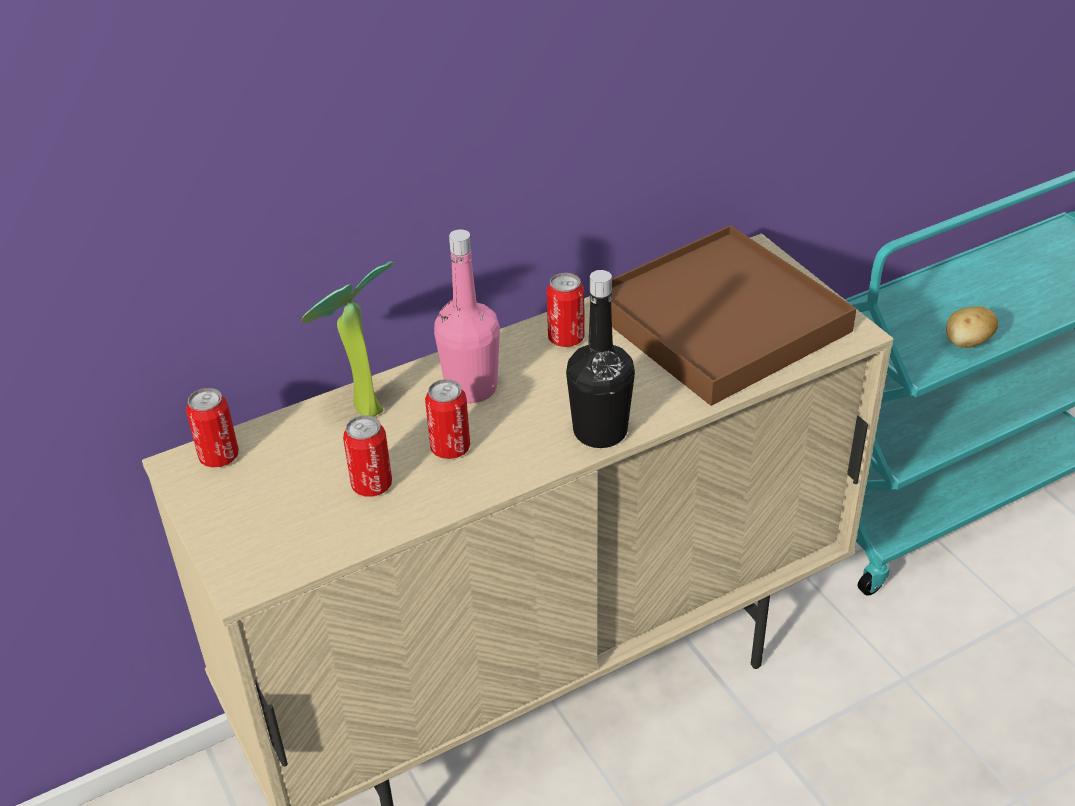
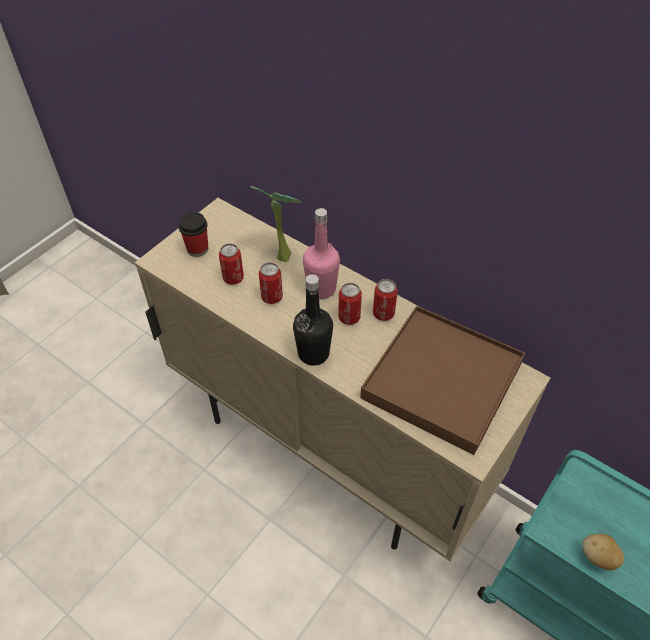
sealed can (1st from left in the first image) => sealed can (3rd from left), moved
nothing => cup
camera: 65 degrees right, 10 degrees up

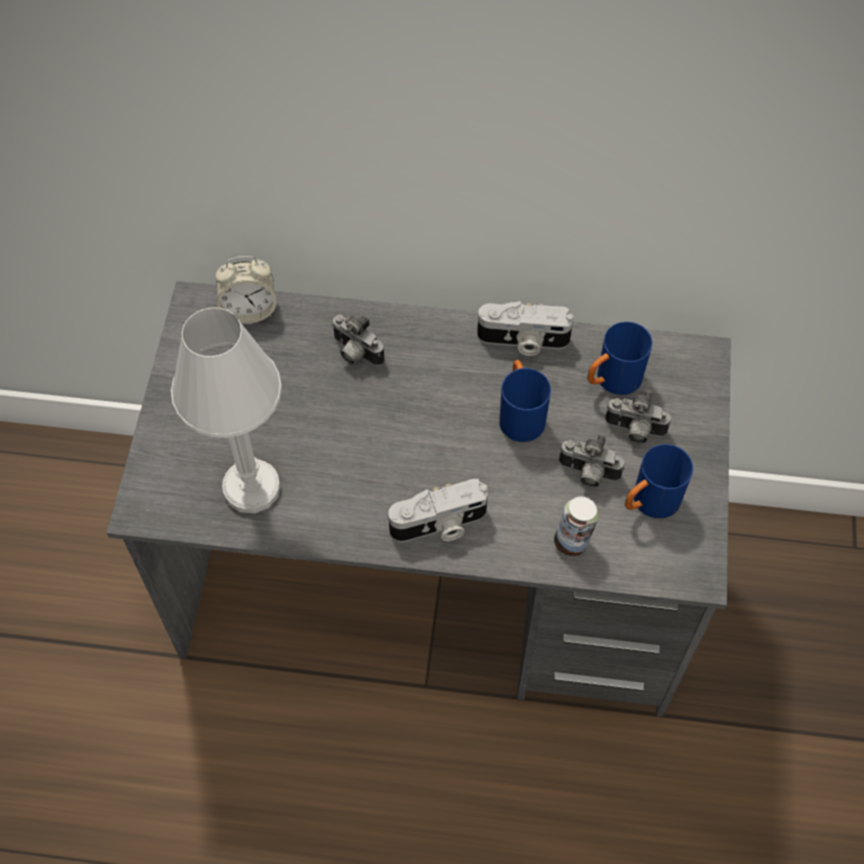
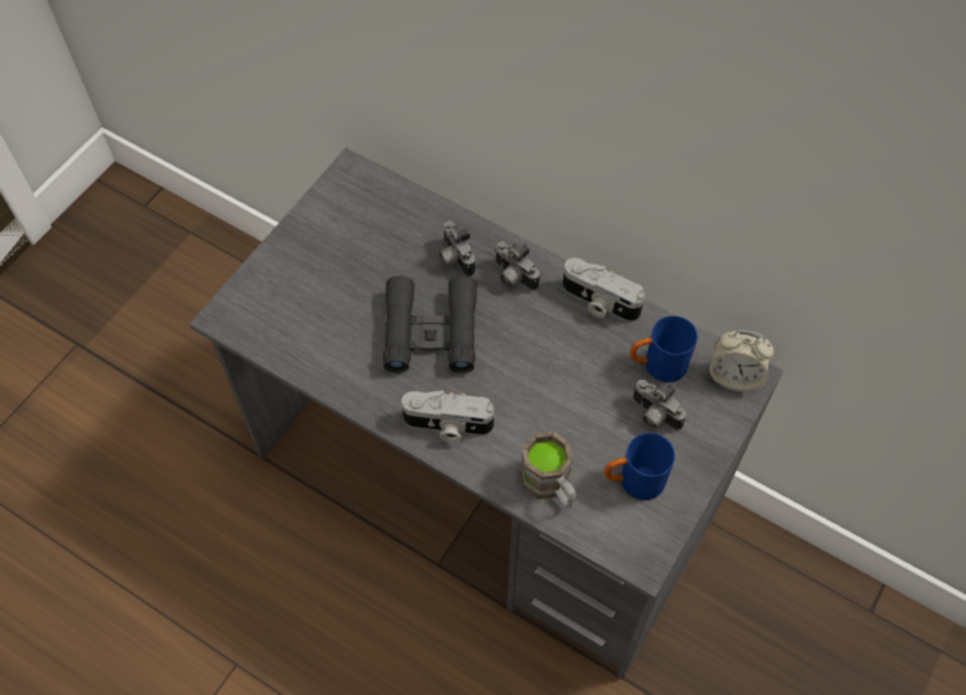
lamp for a table (whitish) => nothing
alarm clock, moved
coffee mug (blue-coloured) (1st from left) => nothing
sealed can => coffee mug (brown-coloured)
still camera (4th from left in the first image) => still camera (3rd from left), moved
nothing => binoculars (blackish)
camera: 25 degrees right, 0 degrees up

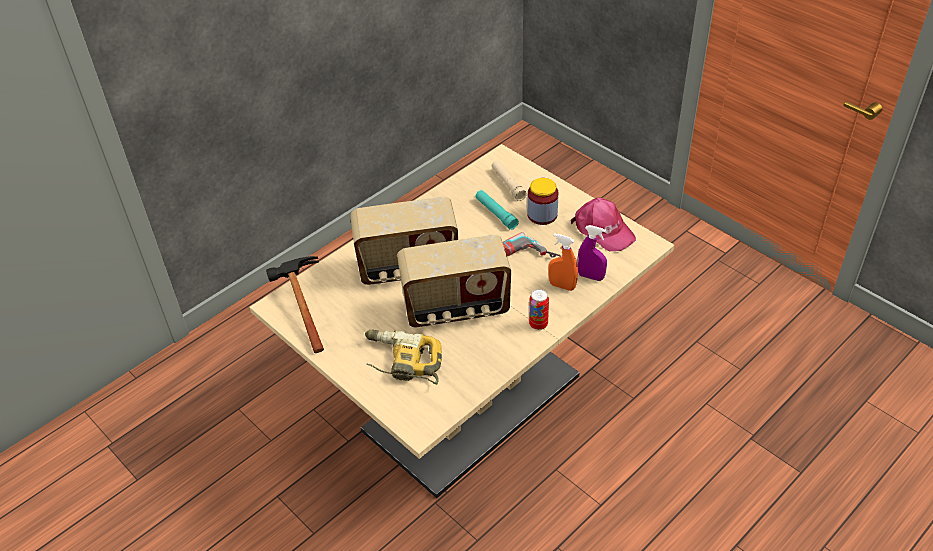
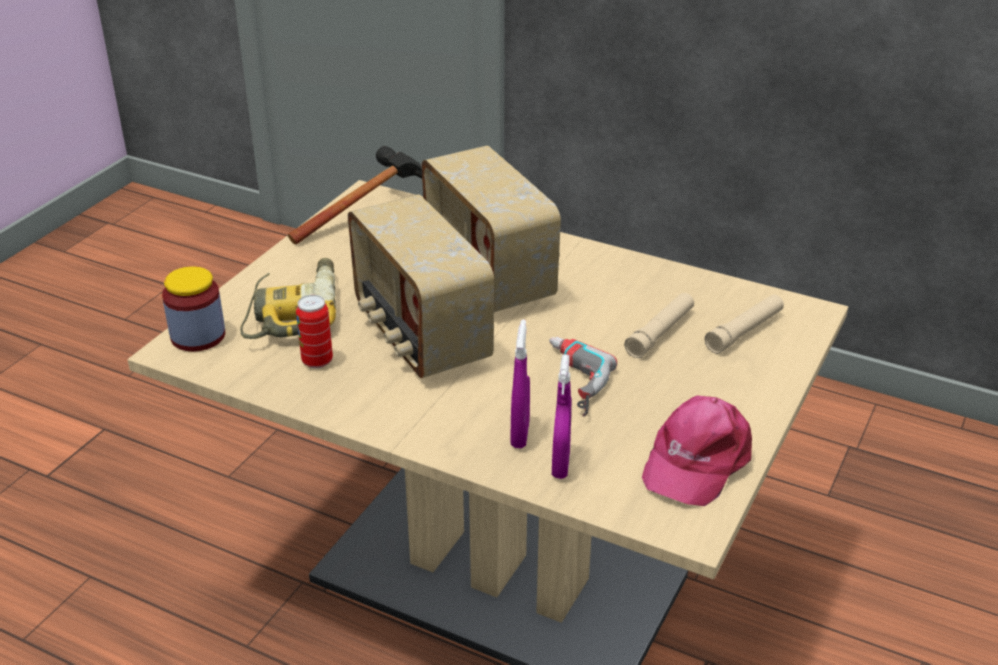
hand torch (turquoise) => hand torch (sand-coloured) (1st from left)
preserve jar, moved
sealed can, moved
spray bottle (orangey) => spray bottle (purplish) (1st from left)
camera: 70 degrees right, 10 degrees down

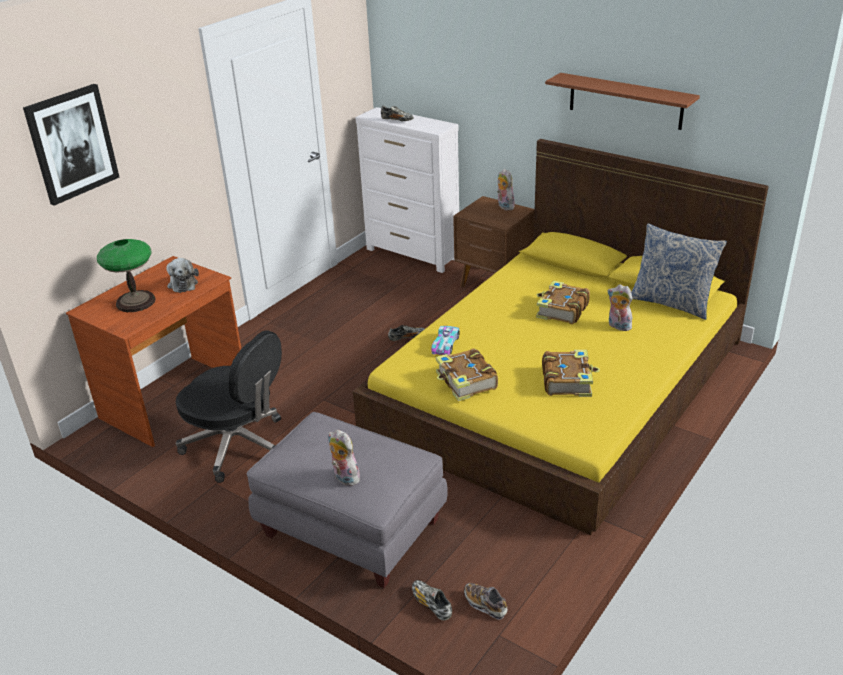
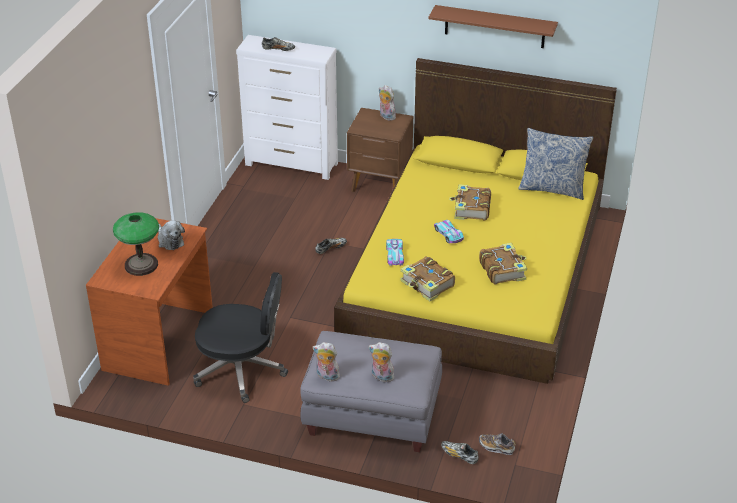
picture => nothing
plush toy (4th from left in the first image) => plush toy (2nd from left), moved
nothing => toy car (2nd from left)
camera: 20 degrees left, 5 degrees up

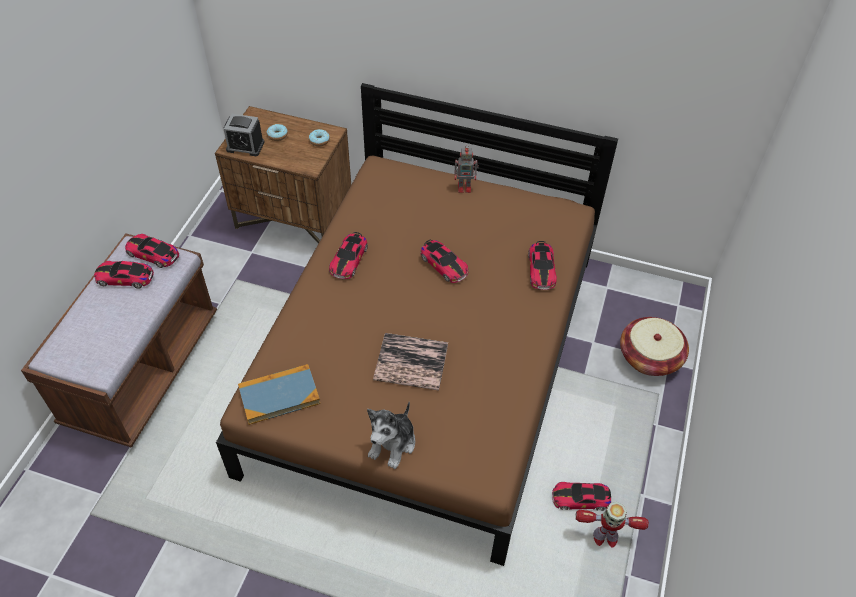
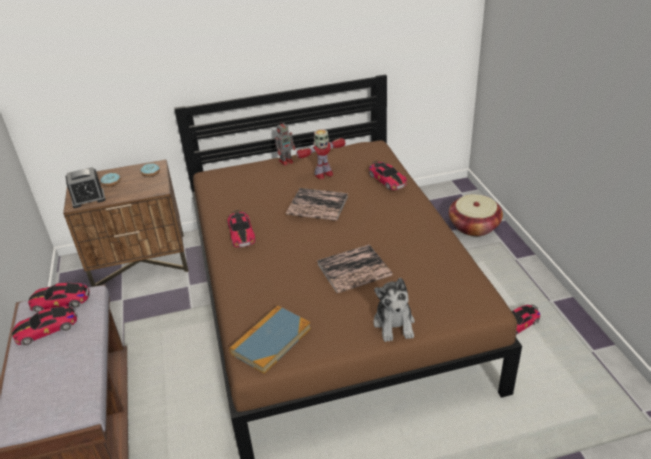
toy car (4th from left) => volume (2nd from left)
toy robot (2nd from left), moved
camera: 30 degrees left, 15 degrees down

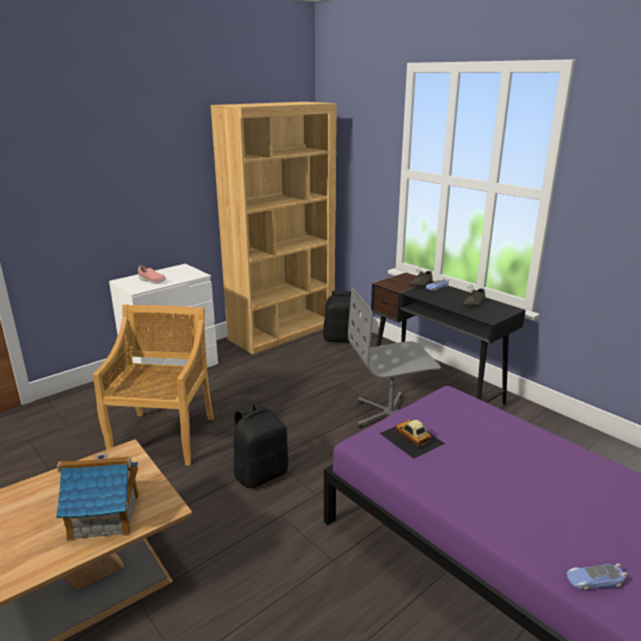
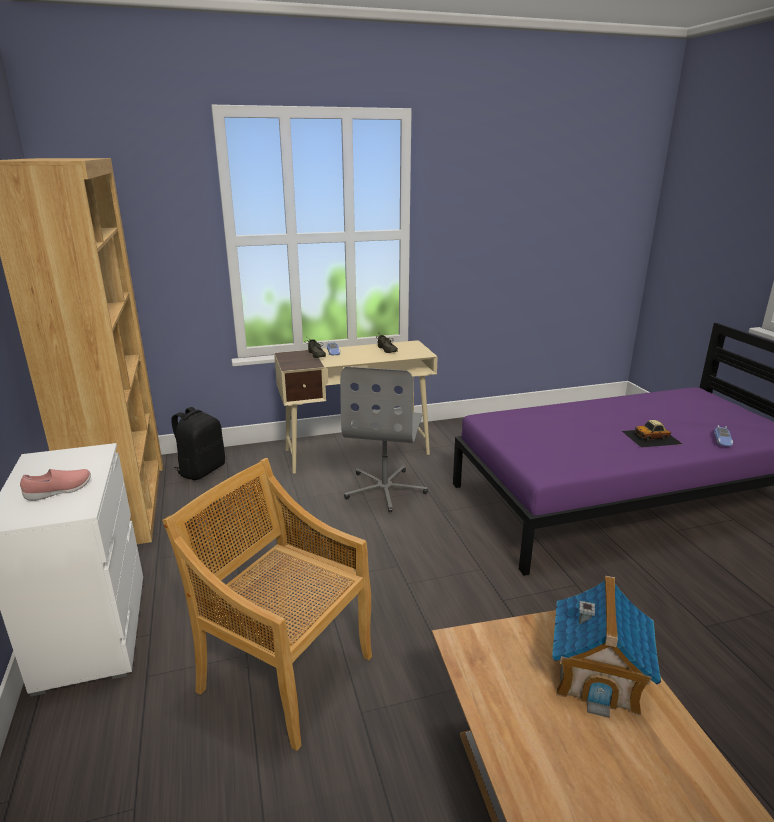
backpack (blackish) (1st from left) => nothing
desk unit (blackish) => desk unit (sand-coloured)
toy car (1st from left in the first image) => toy car (2nd from left), moved
camera: 65 degrees left, 0 degrees up

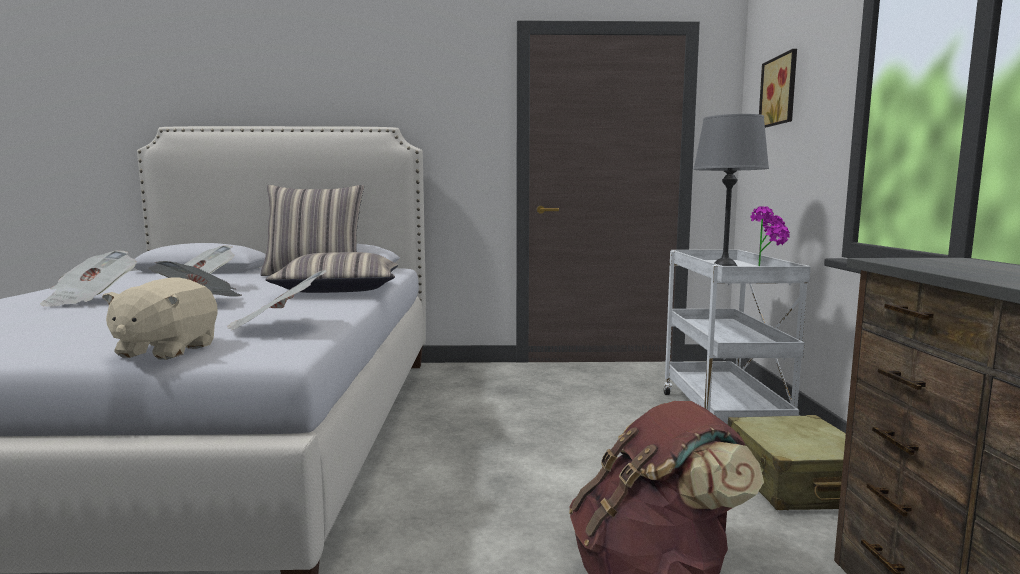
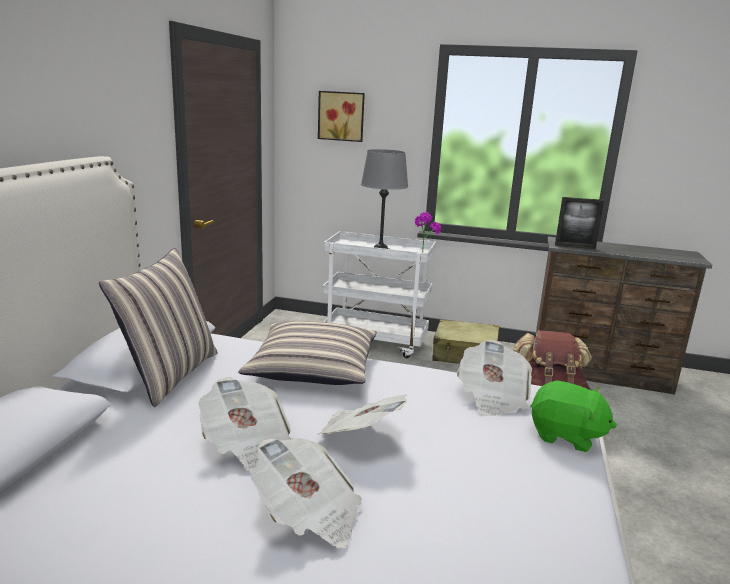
plush toy (sand-coloured) => plush toy (greenish)
nothing => standing frame
camera: 75 degrees left, 10 degrees up

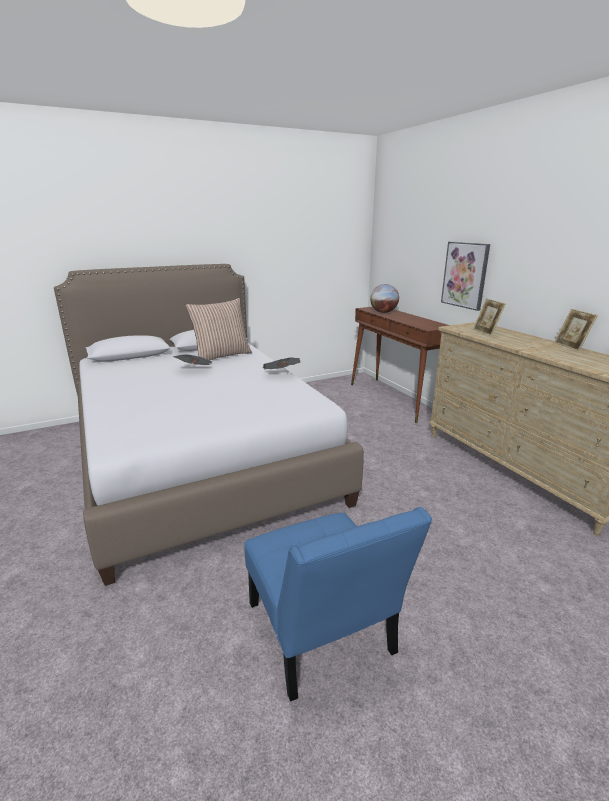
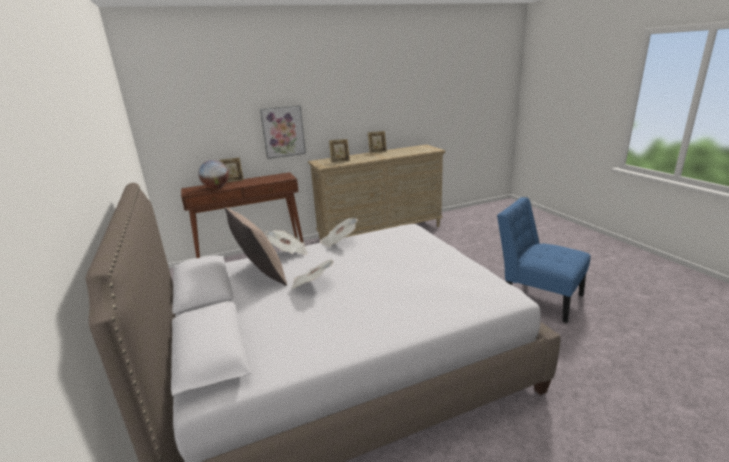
upright chair (blue-coloured), 120 degrees counterclockwise
nothing => standing frame (1st from left)
nothing => newspaper (1st from left)
camera: 85 degrees left, 0 degrees up

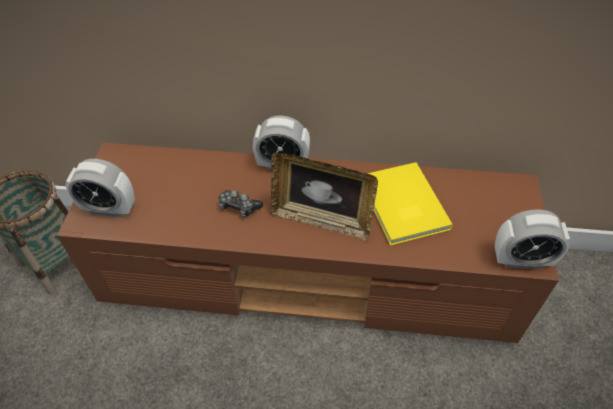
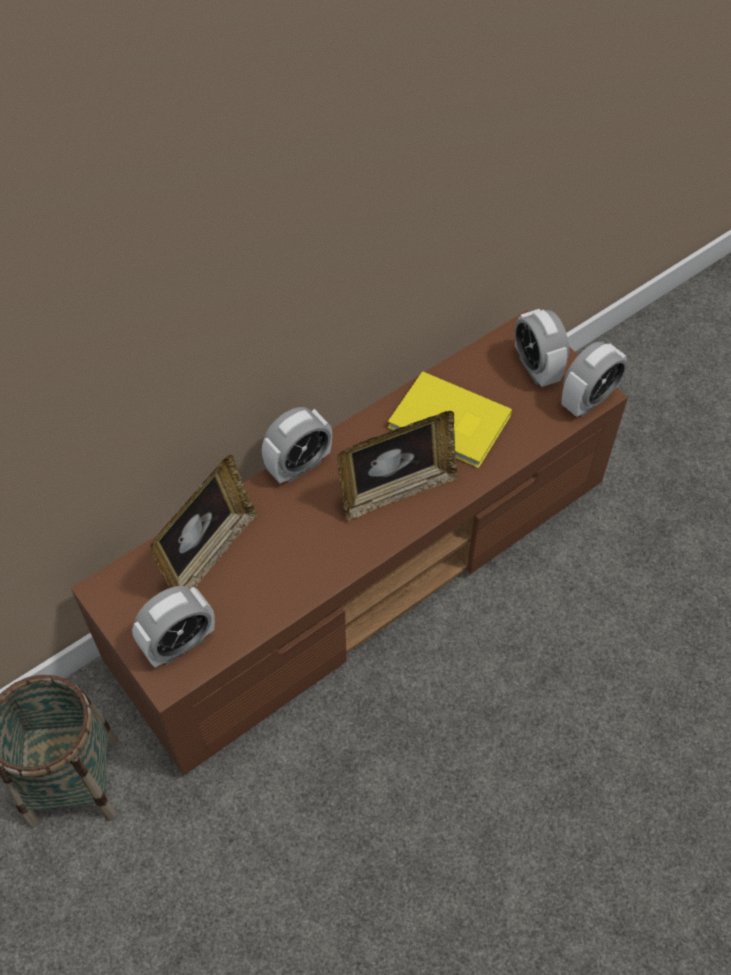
gamepad => nothing
nothing => standing frame (1st from left)
nothing => alarm clock (3rd from left)
camera: 45 degrees left, 5 degrees up

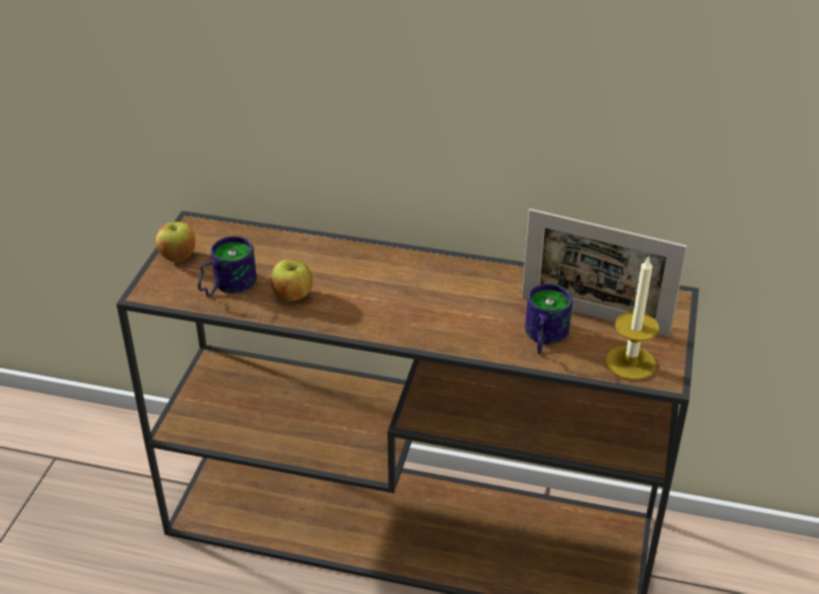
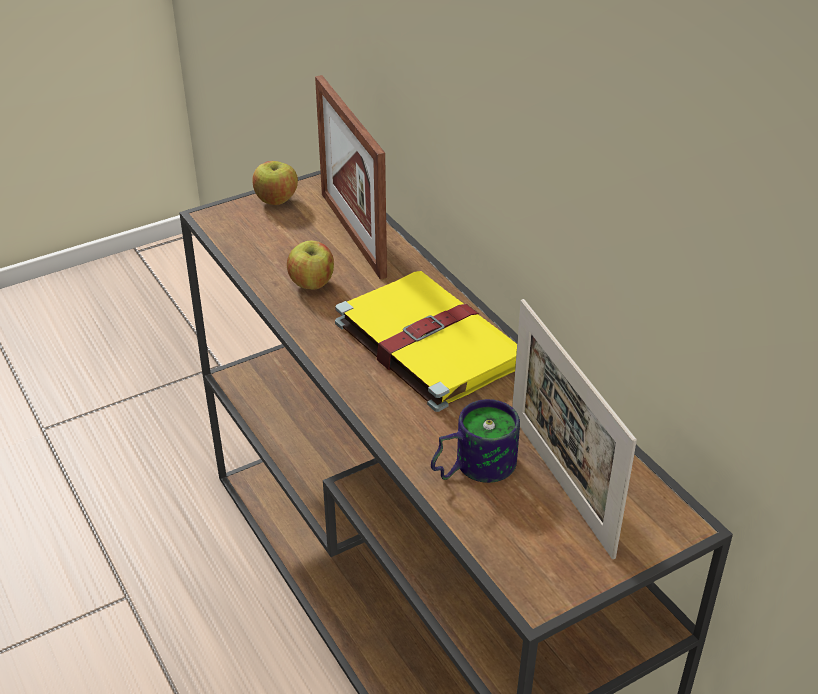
coffee mug (1st from left) => nothing
candle => nothing
nothing => standing frame (1st from left)
nothing => volume (yellowish)
camera: 45 degrees right, 0 degrees up

